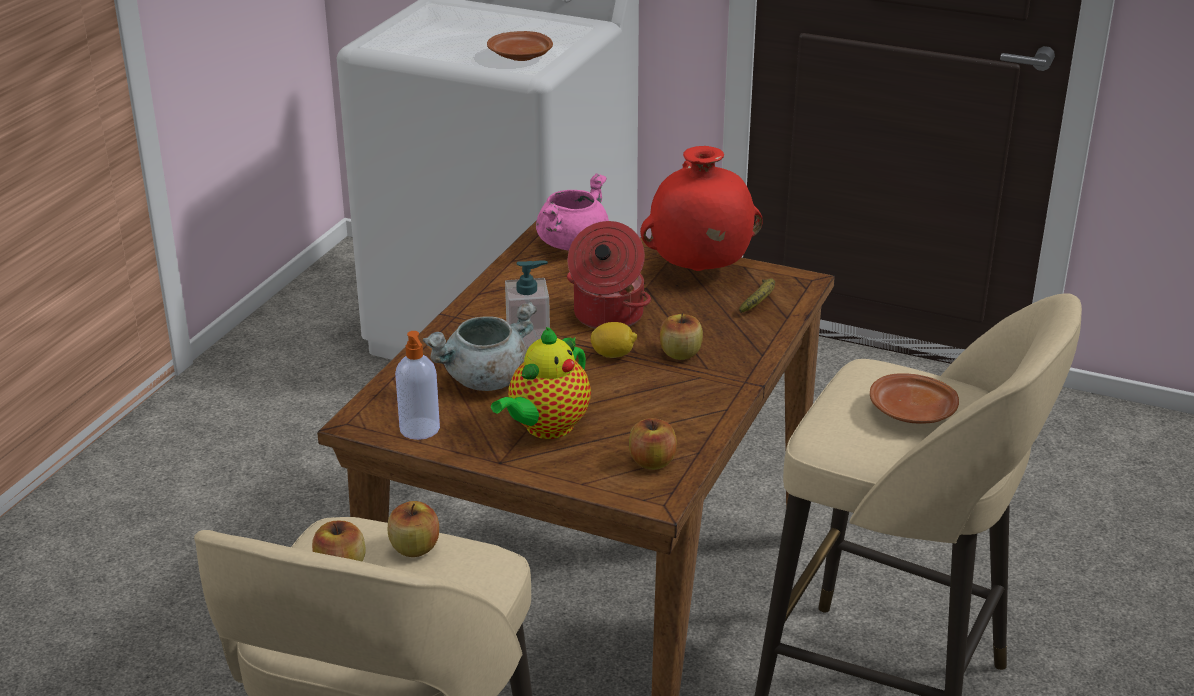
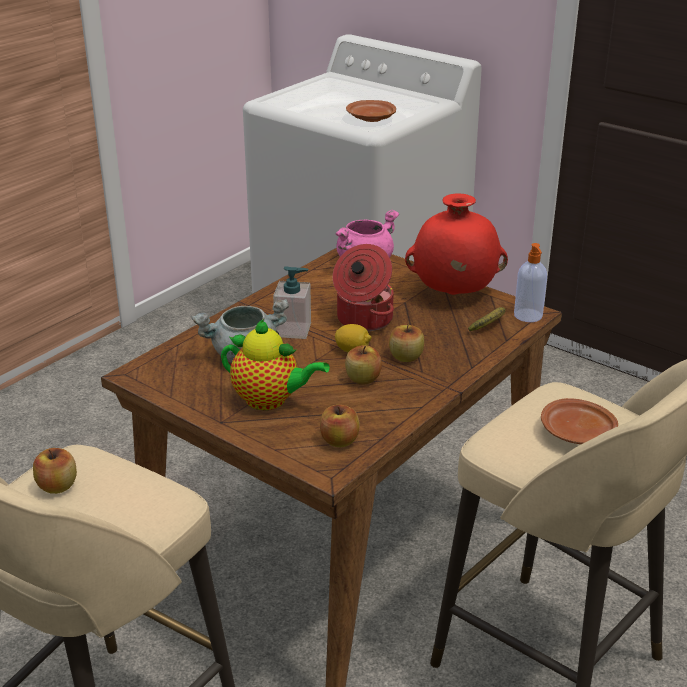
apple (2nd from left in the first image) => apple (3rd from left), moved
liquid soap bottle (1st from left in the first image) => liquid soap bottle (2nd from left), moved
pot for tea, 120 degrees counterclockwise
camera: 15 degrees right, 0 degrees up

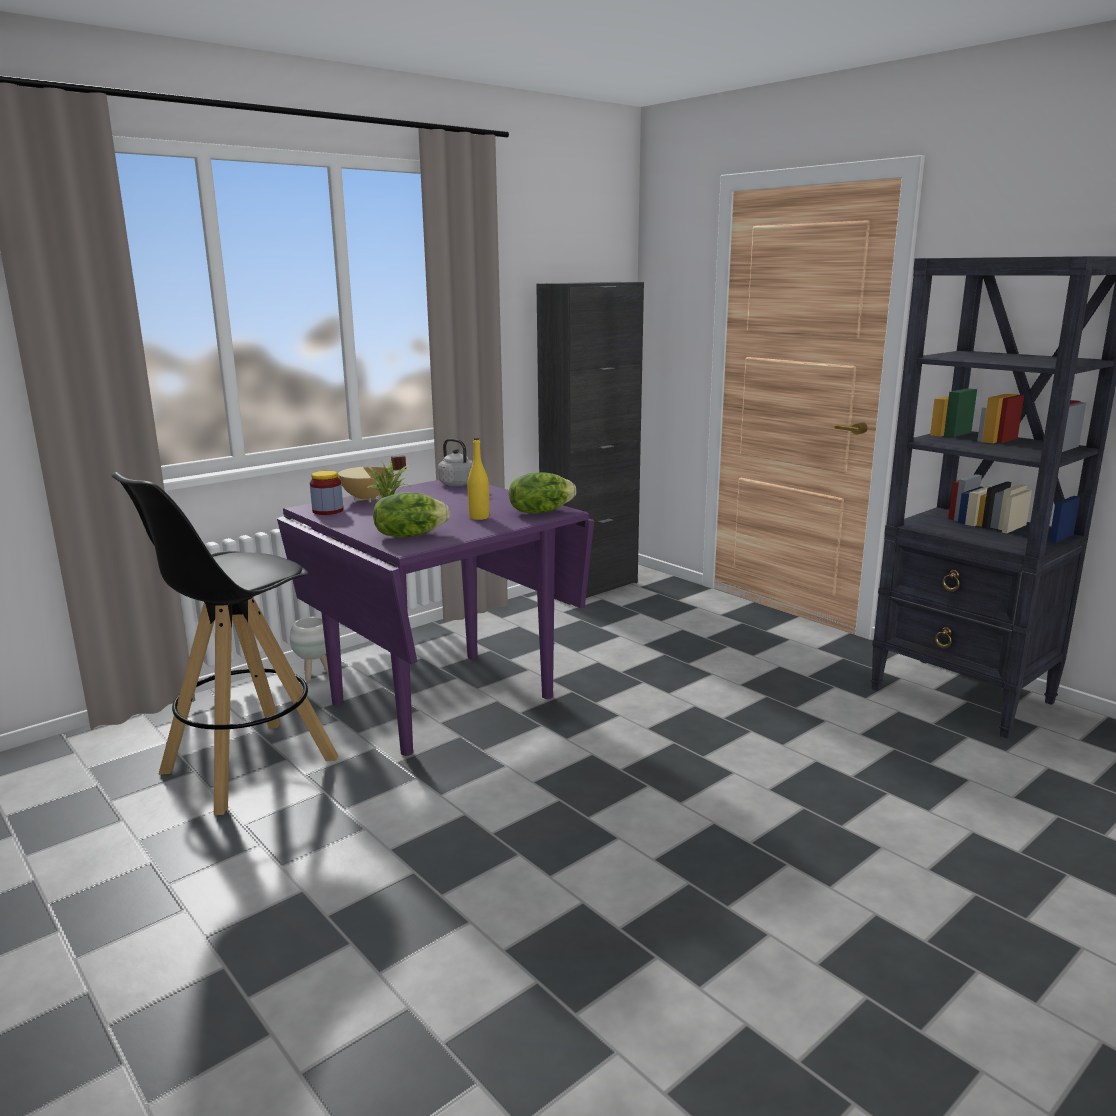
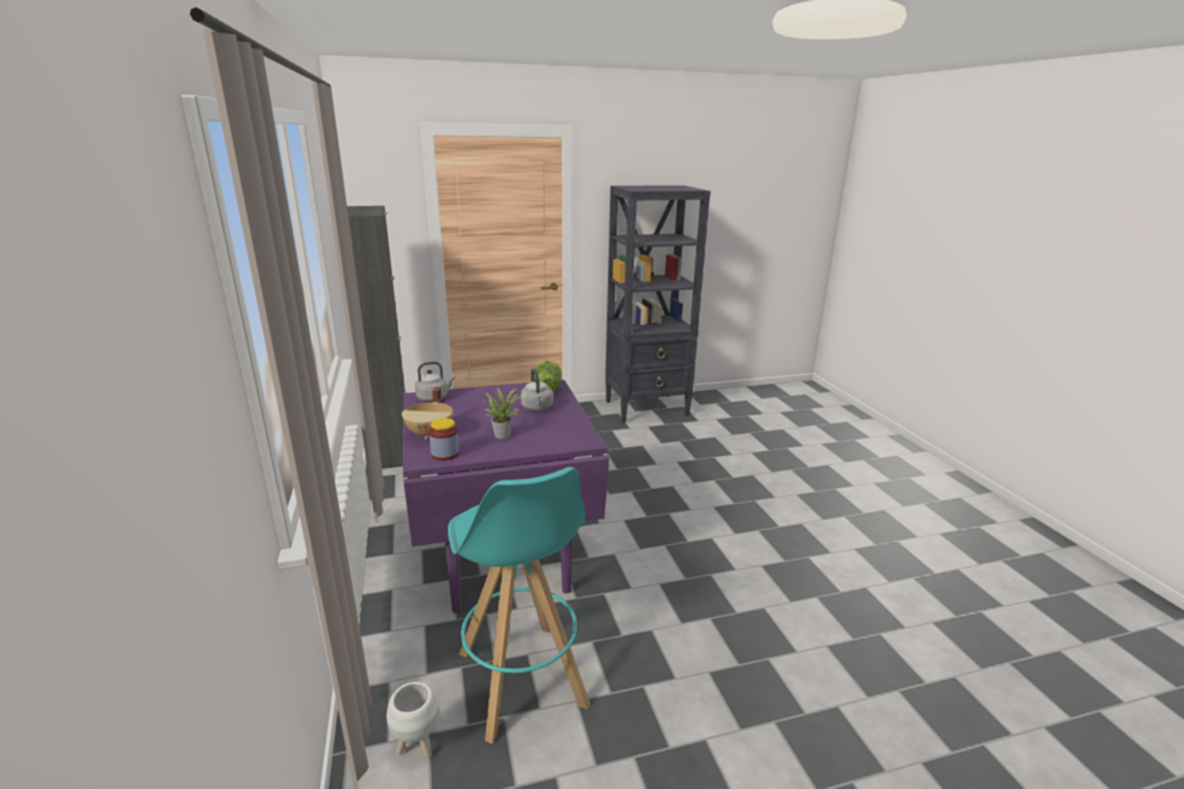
stool seat (blackish) => stool seat (turquoise)
planter (whitish), moved
lettuce head (1st from left) => nothing
bottle (yellowish) => water kettle (grey) (2nd from left)
camera: 65 degrees left, 5 degrees up

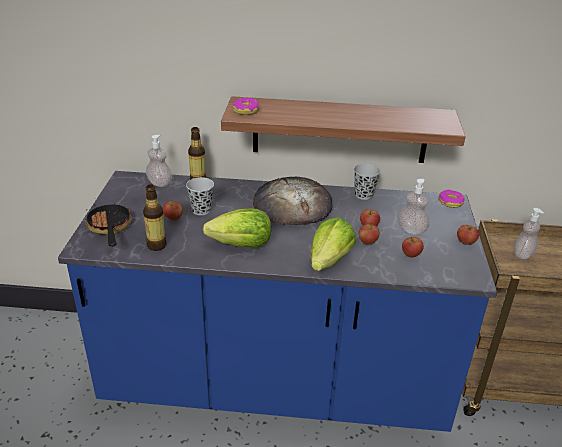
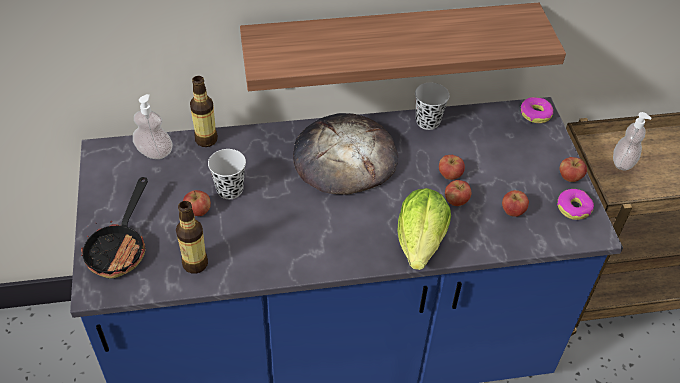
pan, 135 degrees counterclockwise
lettuce head (1st from left) => nothing
ring doughnut (1st from left in the first image) => ring doughnut (2nd from left), moved
liquid soap bottle (2nd from left) => nothing
camera: 15 degrees left, 15 degrees up

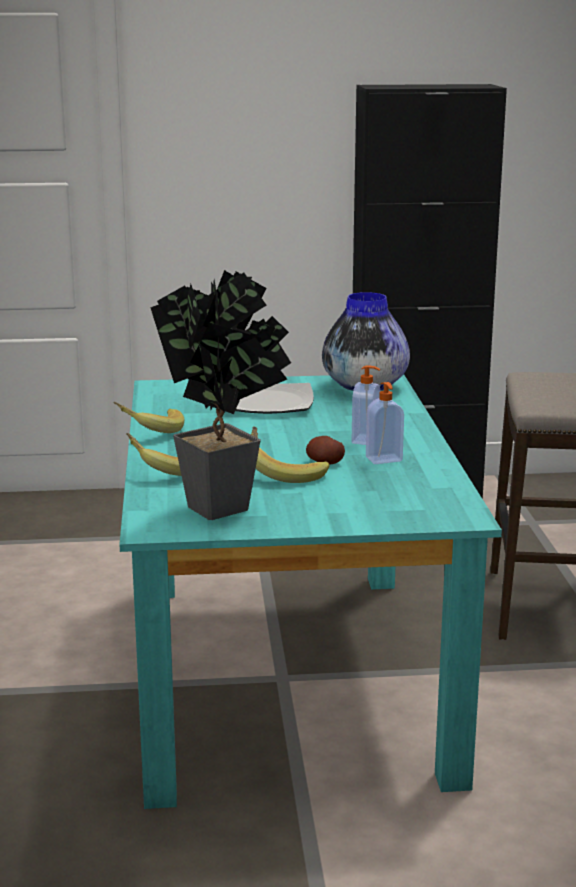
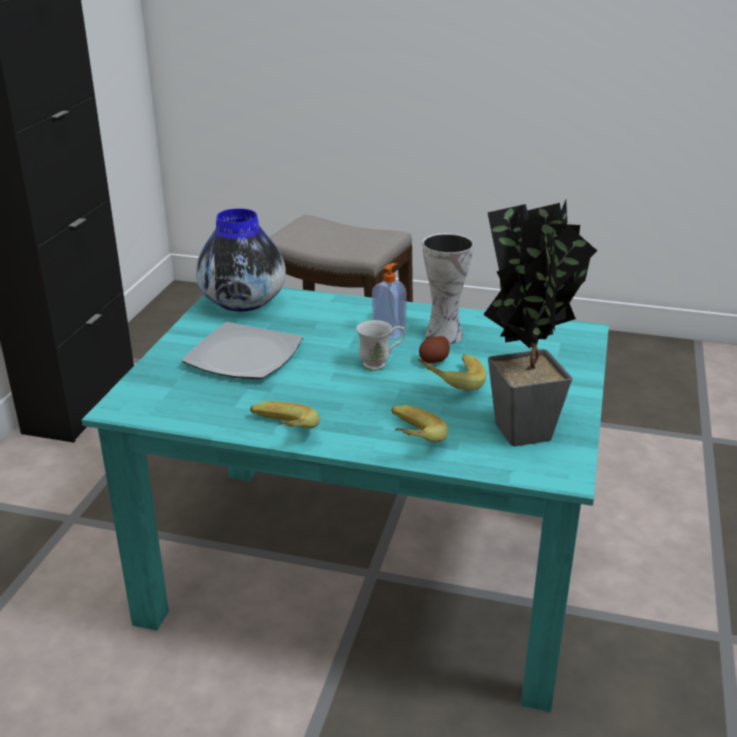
liquid soap bottle (2nd from left) => decorative vase (2nd from left)
nothing => coffee mug (whitish)
camera: 70 degrees left, 10 degrees up

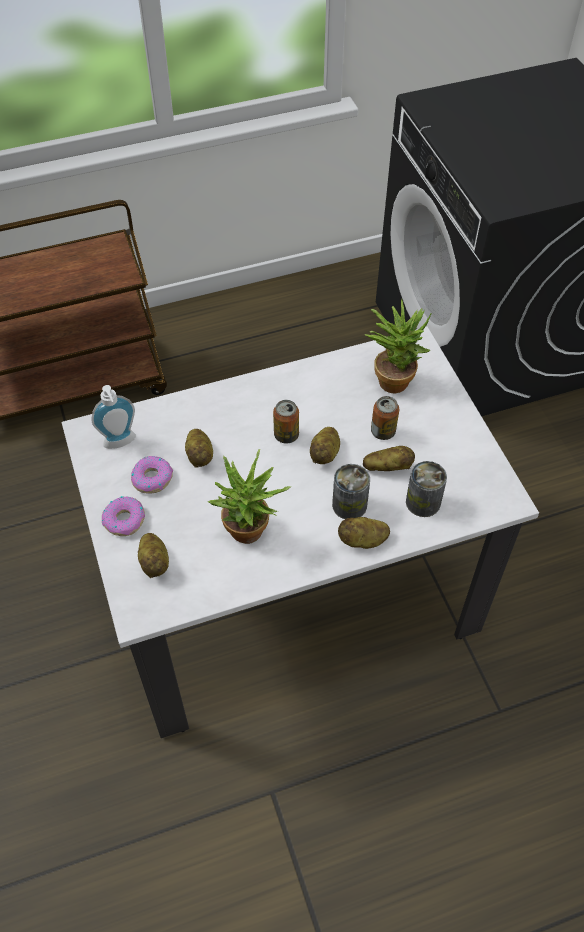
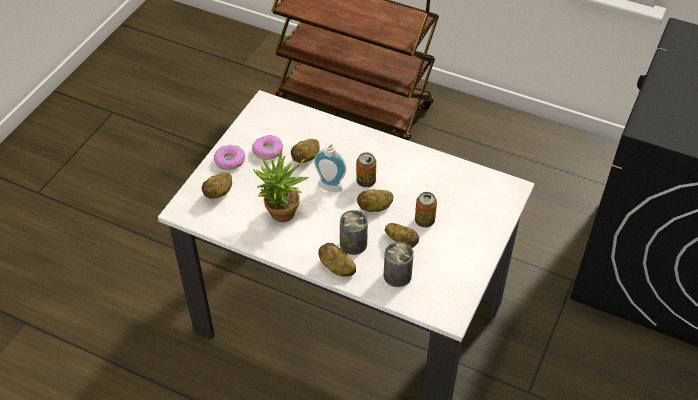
liquid soap bottle, moved
houseplant (2nd from left) => nothing
camera: 45 degrees right, 5 degrees down

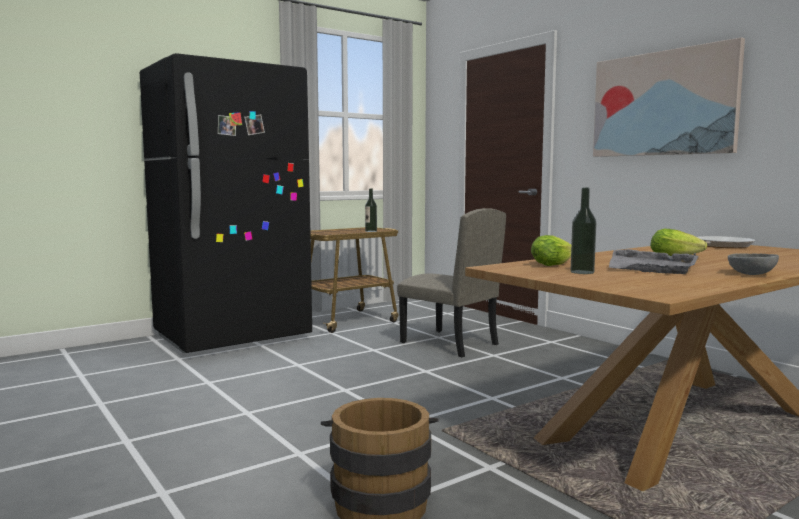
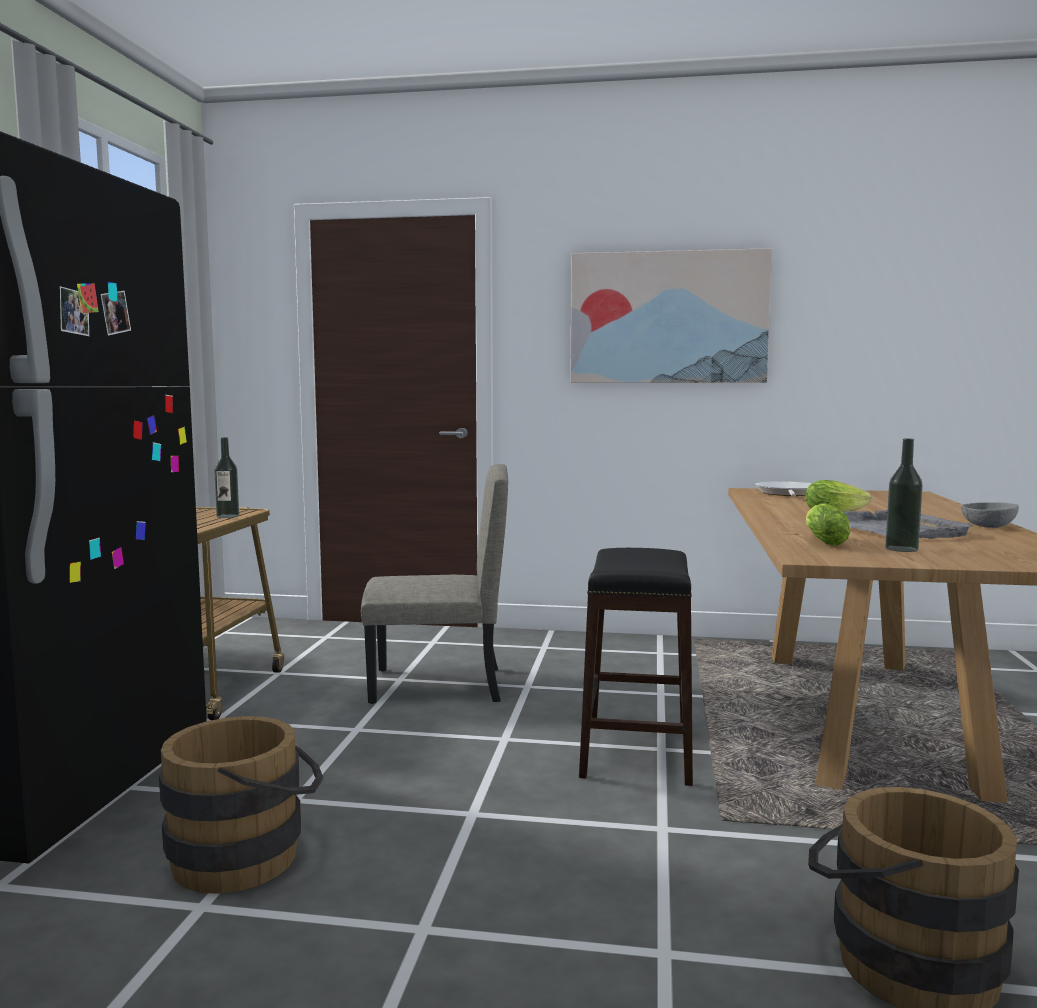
nothing => bucket (brown-coloured) (1st from left)
nothing => stool seat (blackish)
camera: 45 degrees left, 0 degrees up

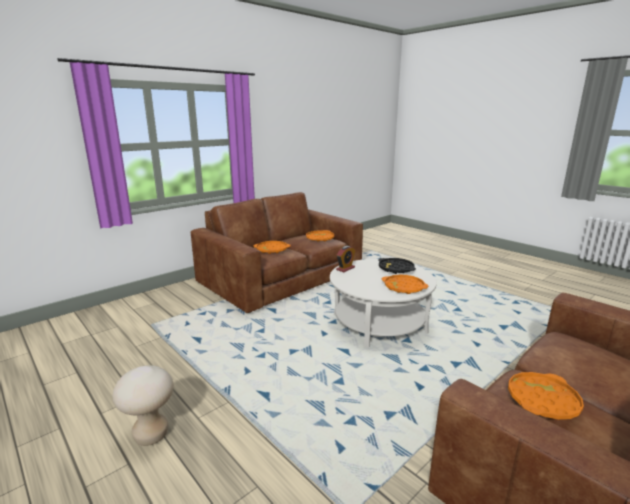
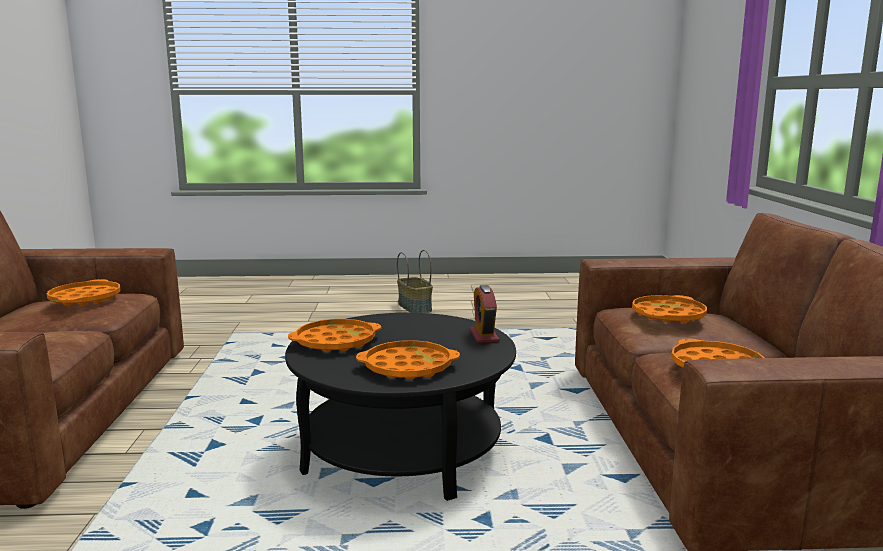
stool seat (sand-coloured) => household basket
lounge table (whitish) => lounge table (blackish)
tray (blackish) => tray (orangey) (3rd from left)
camera: 130 degrees right, 5 degrees down

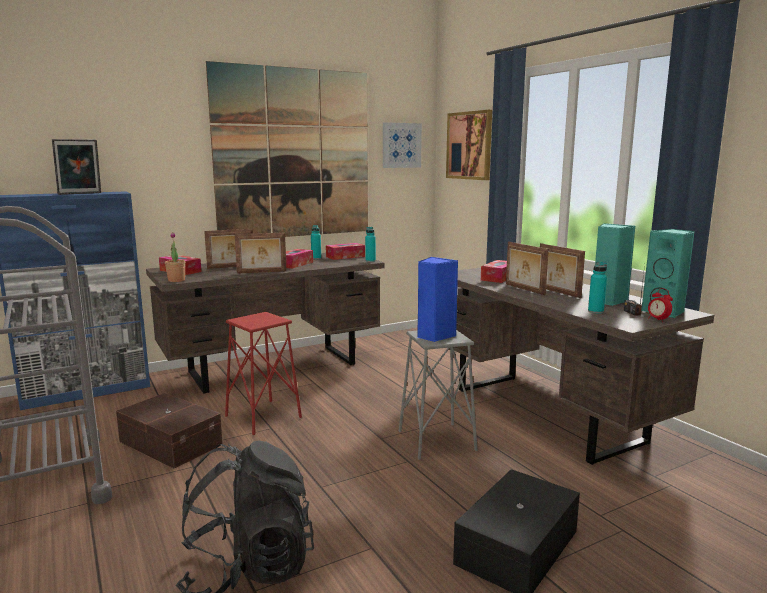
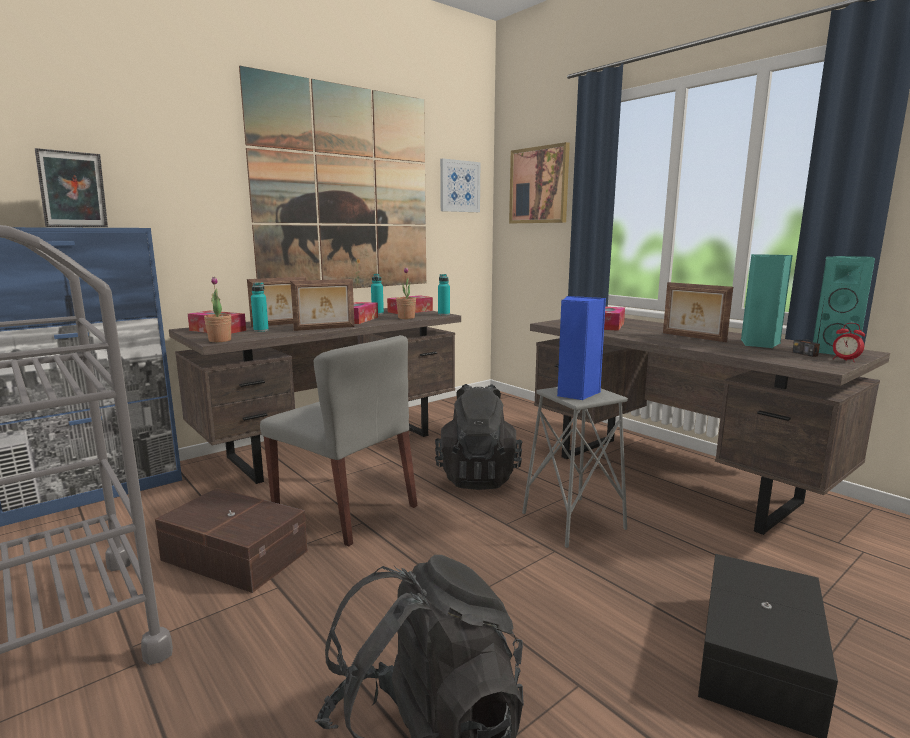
stool seat (reddish) => upright chair (grey)
standing frame (4th from left) => nothing
bottle (turquoise) (3rd from left in the first image) => bottle (turquoise) (1st from left), moved
nothing => houseplant (2nd from left)
nothing => backpack (blackish) (2nd from left)
camera: 10 degrees left, 0 degrees up

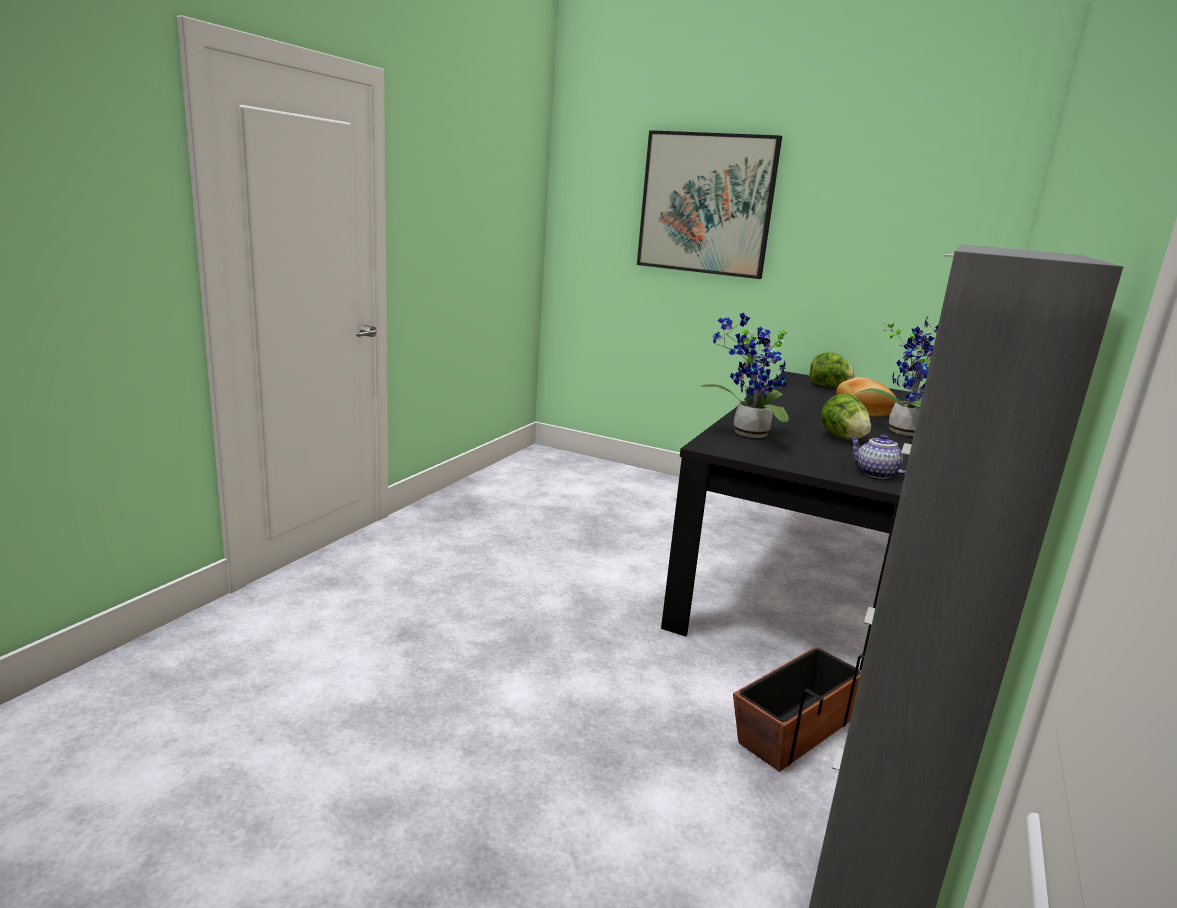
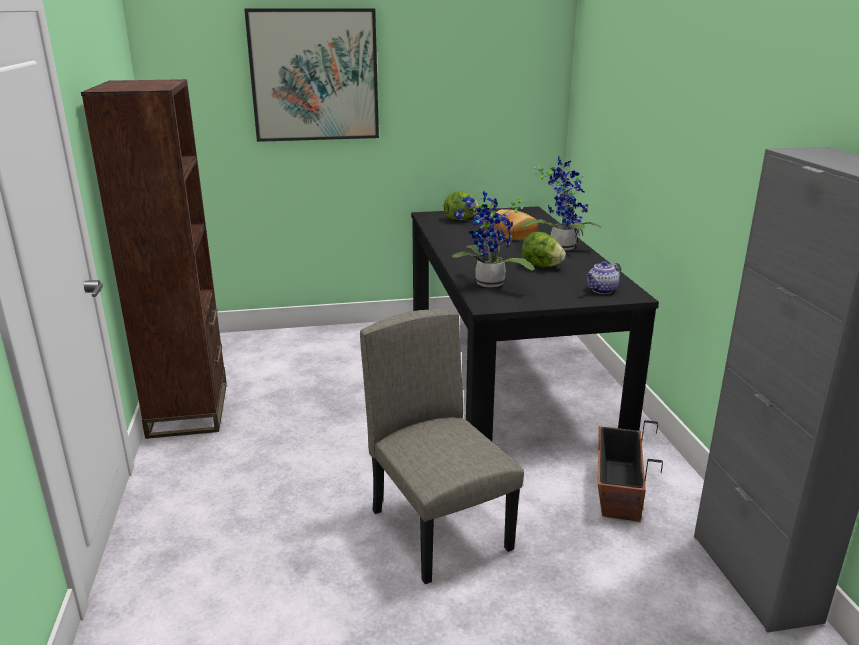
pot for tea, 45 degrees counterclockwise
nothing => bookcase (brown-coloured)
nothing => upright chair (sand-coloured)
camera: 35 degrees left, 5 degrees up

